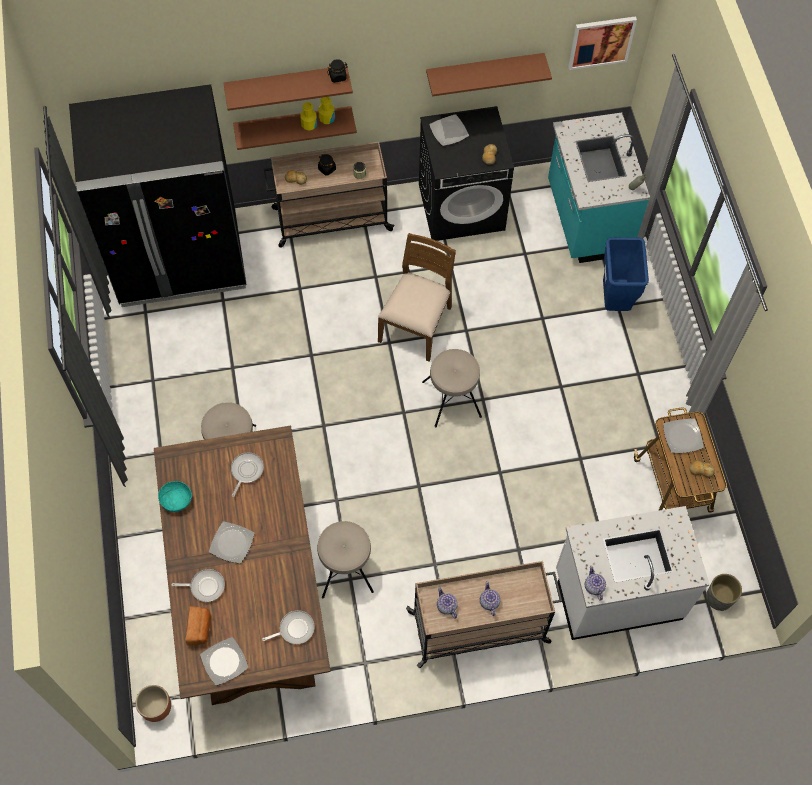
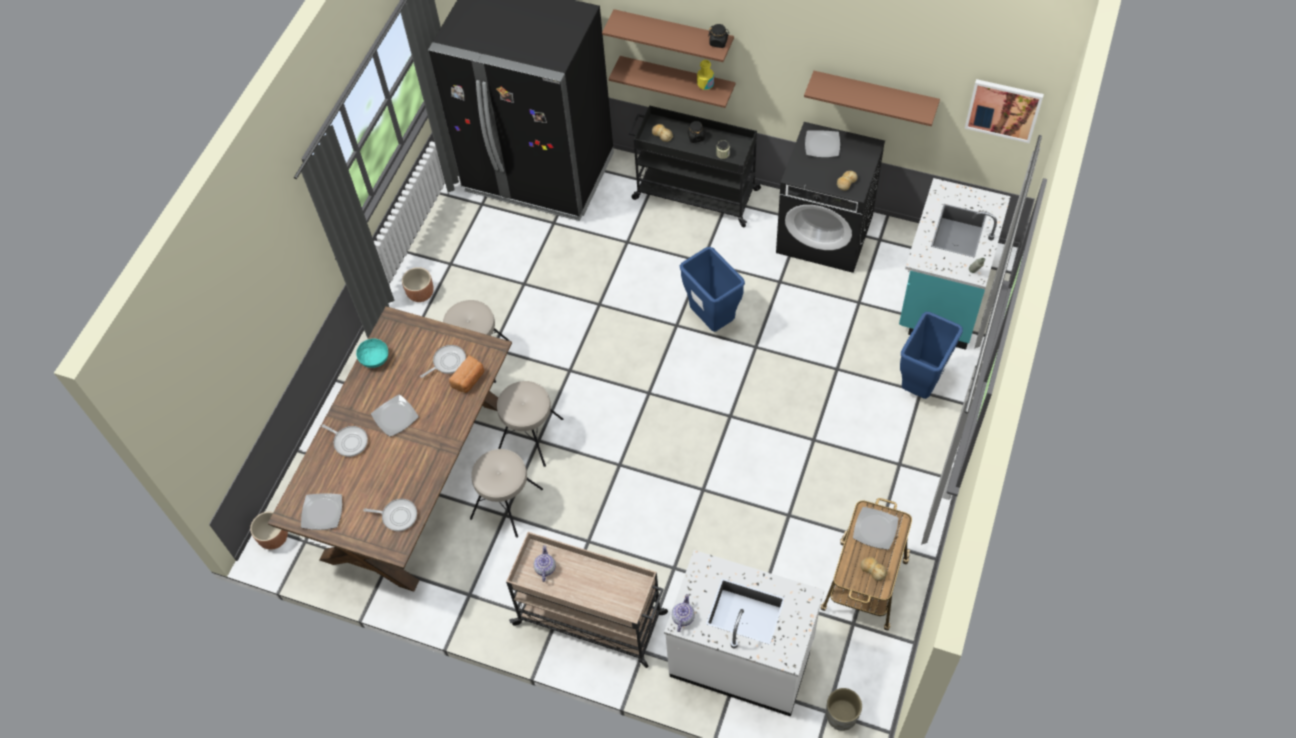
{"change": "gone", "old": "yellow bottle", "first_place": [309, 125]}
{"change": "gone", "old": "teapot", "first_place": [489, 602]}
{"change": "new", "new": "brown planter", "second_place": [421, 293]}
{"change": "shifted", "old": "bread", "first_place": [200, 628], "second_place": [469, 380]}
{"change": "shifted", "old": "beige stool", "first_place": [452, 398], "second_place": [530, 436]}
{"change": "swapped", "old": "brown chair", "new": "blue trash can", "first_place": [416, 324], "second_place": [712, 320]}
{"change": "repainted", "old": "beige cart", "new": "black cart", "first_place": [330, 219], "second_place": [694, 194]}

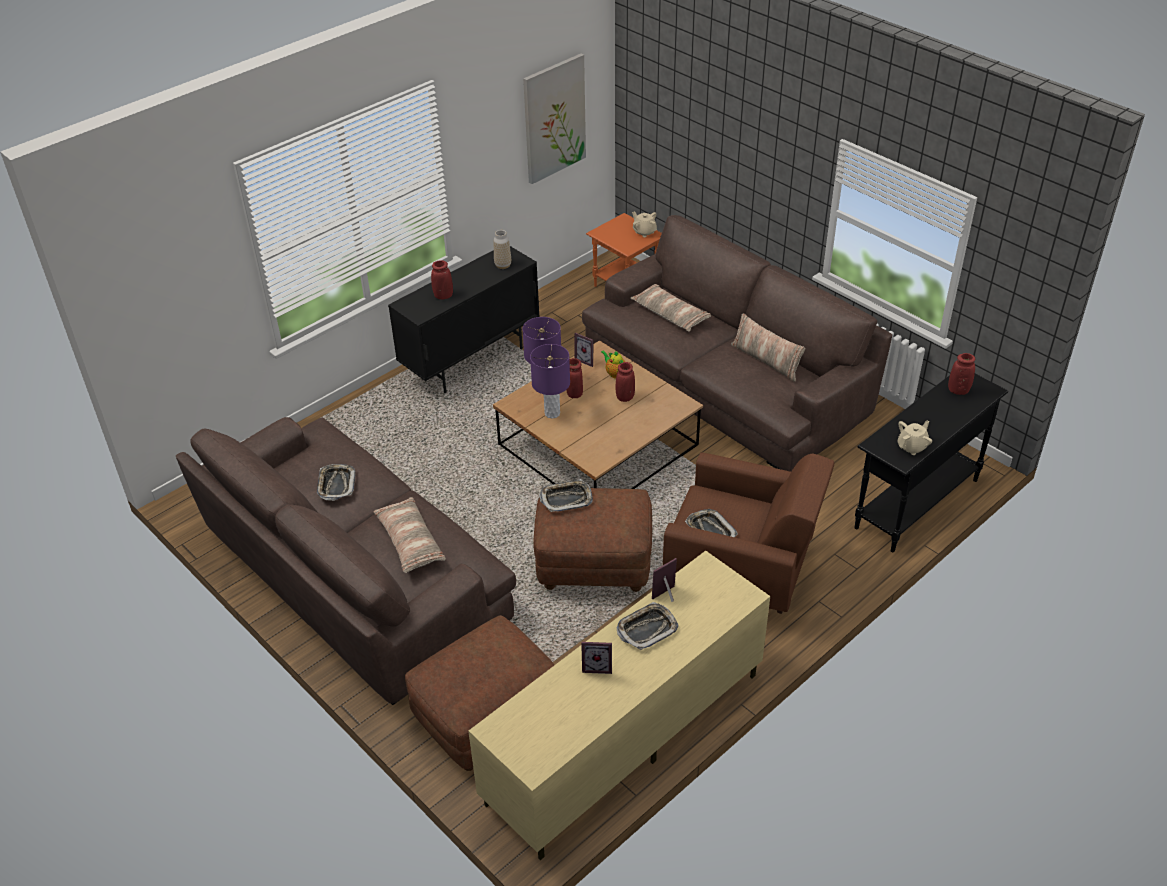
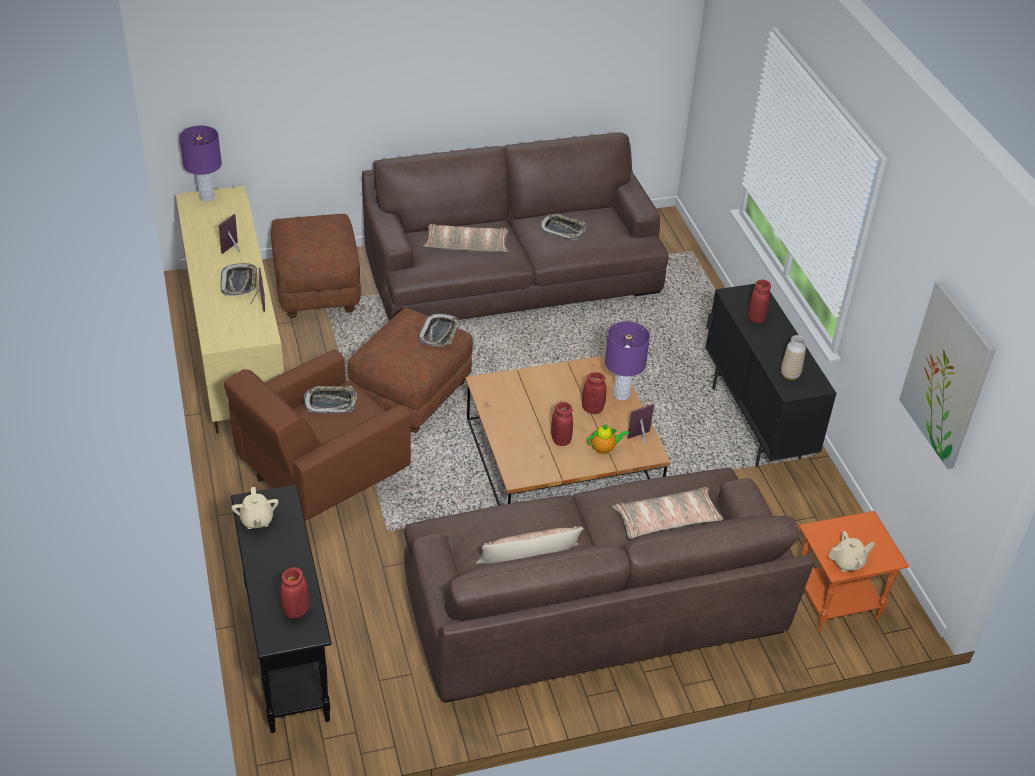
{"change": "shifted", "old": "purple table lamp", "first_place": [552, 413], "second_place": [207, 197]}

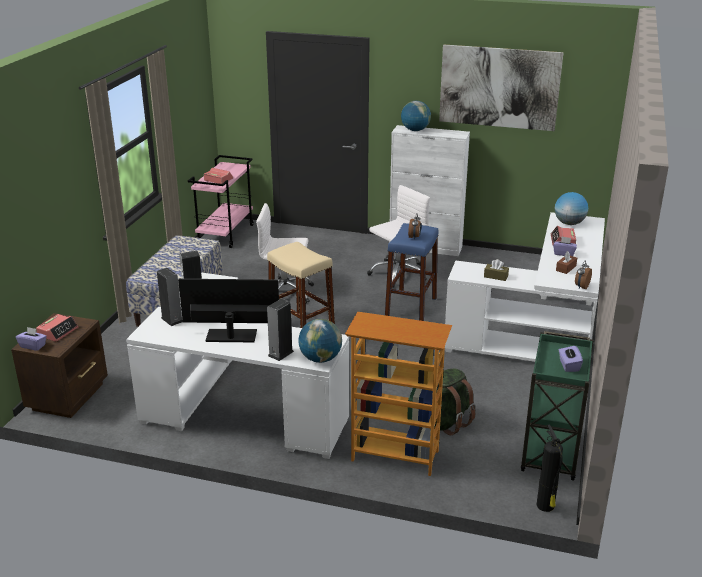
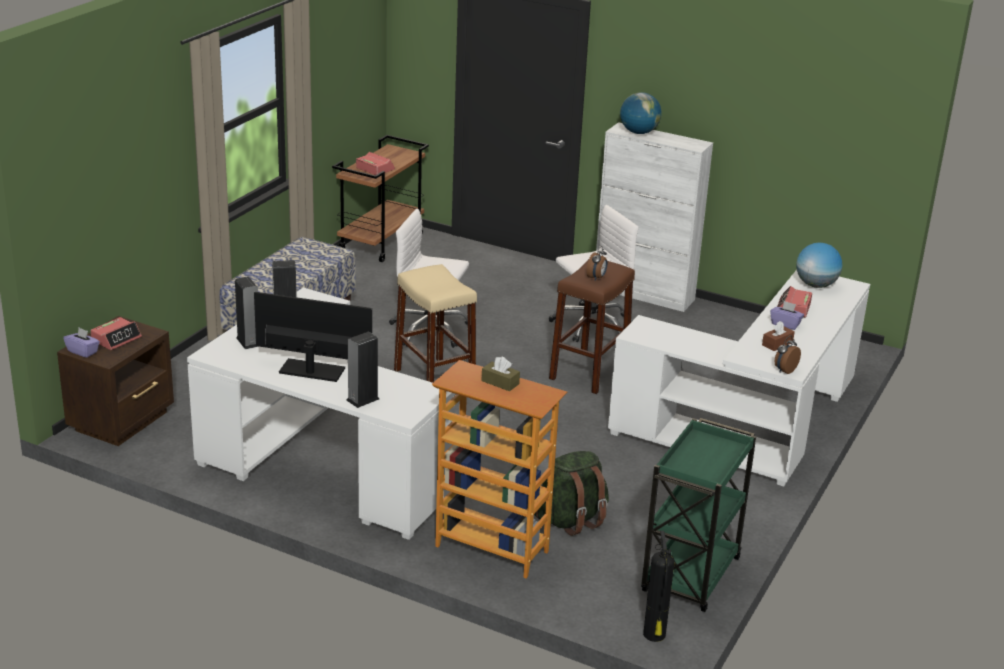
{"change": "gone", "old": "globe", "first_place": [320, 359]}
{"change": "gone", "old": "picture", "first_place": [499, 87]}
{"change": "gone", "old": "purple tissue box", "first_place": [568, 365]}
{"change": "shifted", "old": "brown tissue box", "first_place": [496, 276], "second_place": [500, 382]}
{"change": "repainted", "old": "pink cart", "new": "brown cart", "first_place": [225, 234], "second_place": [381, 242]}
{"change": "repainted", "old": "blue stool", "new": "brown stool", "first_place": [411, 307], "second_place": [589, 371]}

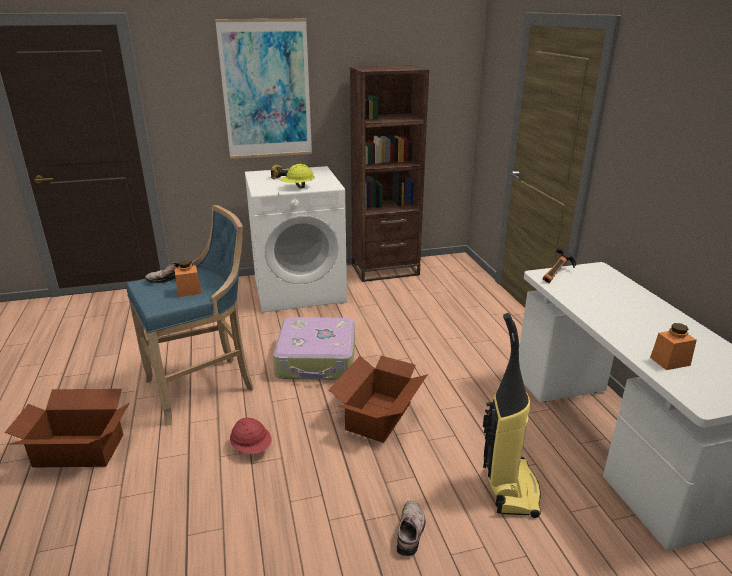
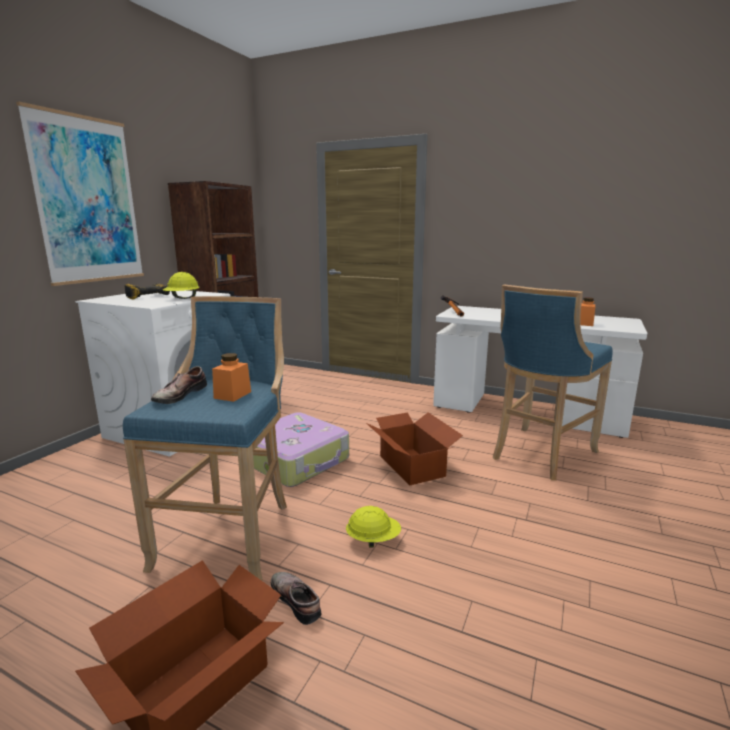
{"change": "shifted", "old": "shoe", "first_place": [411, 532], "second_place": [298, 600]}
{"change": "swapped", "old": "vacuum cleaner", "new": "blue stool", "first_place": [509, 487], "second_place": [539, 455]}
{"change": "repainted", "old": "red hard hat", "new": "yellow hard hat", "first_place": [252, 447], "second_place": [373, 540]}

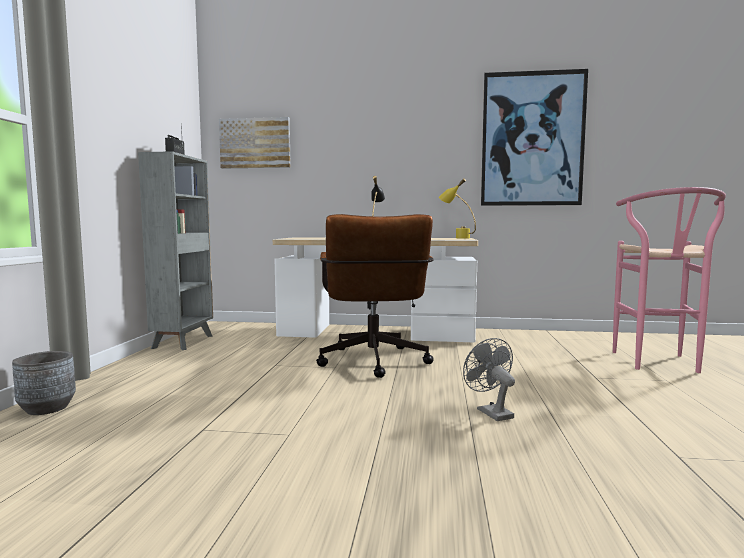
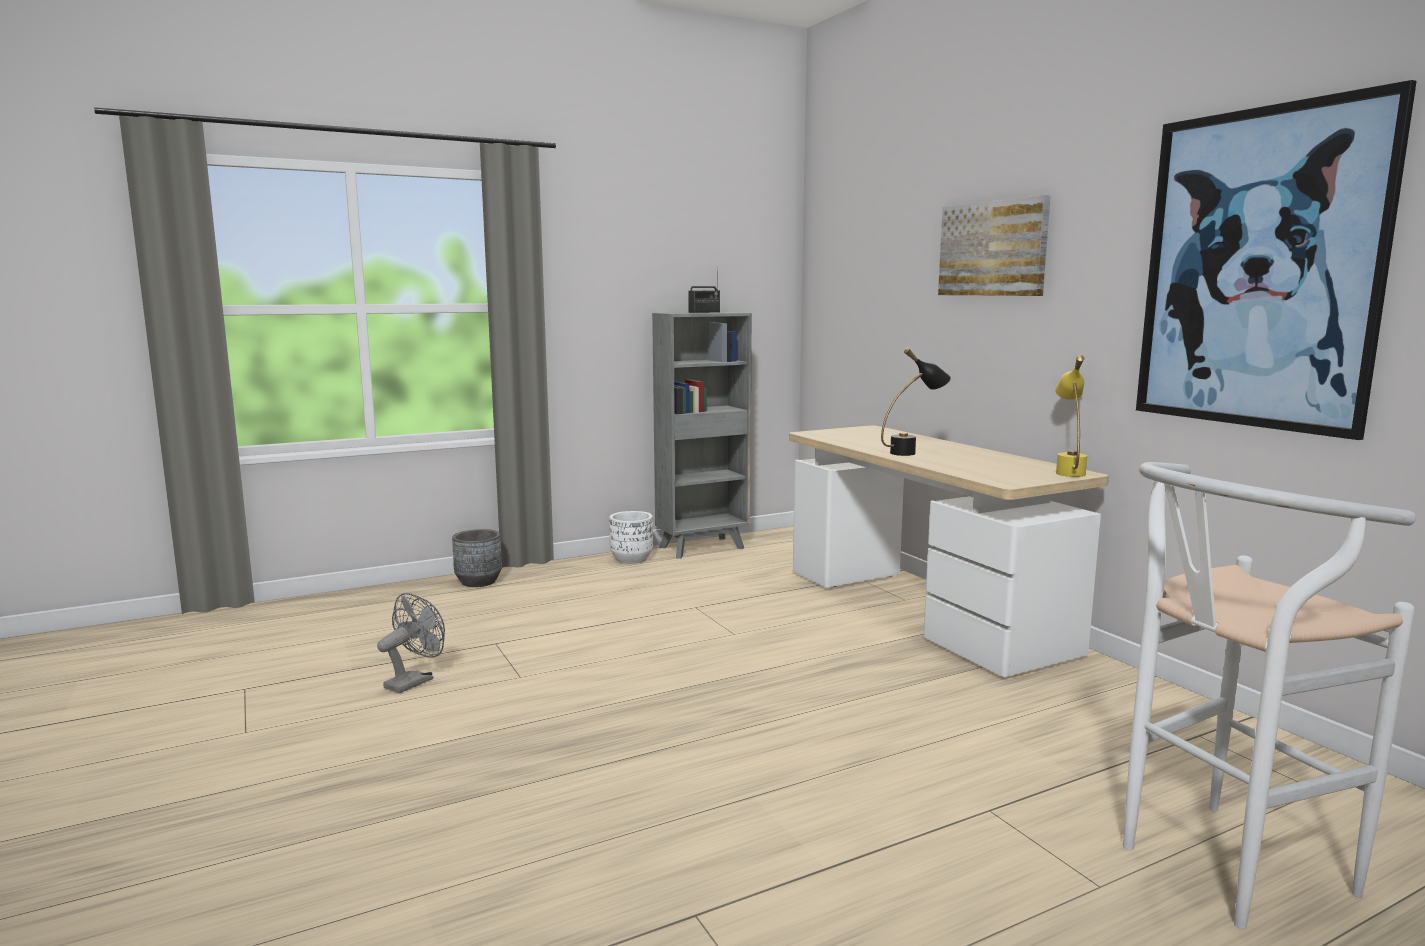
{"change": "gone", "old": "brown office chair", "first_place": [374, 364]}
{"change": "new", "new": "white planter", "second_place": [632, 559]}
{"change": "shifted", "old": "picture", "first_place": [255, 143], "second_place": [993, 249]}
{"change": "shifted", "old": "grey fan", "first_place": [490, 412], "second_place": [414, 681]}
{"change": "repainted", "old": "pink stool", "new": "white stool", "first_place": [659, 364], "second_place": [1217, 870]}

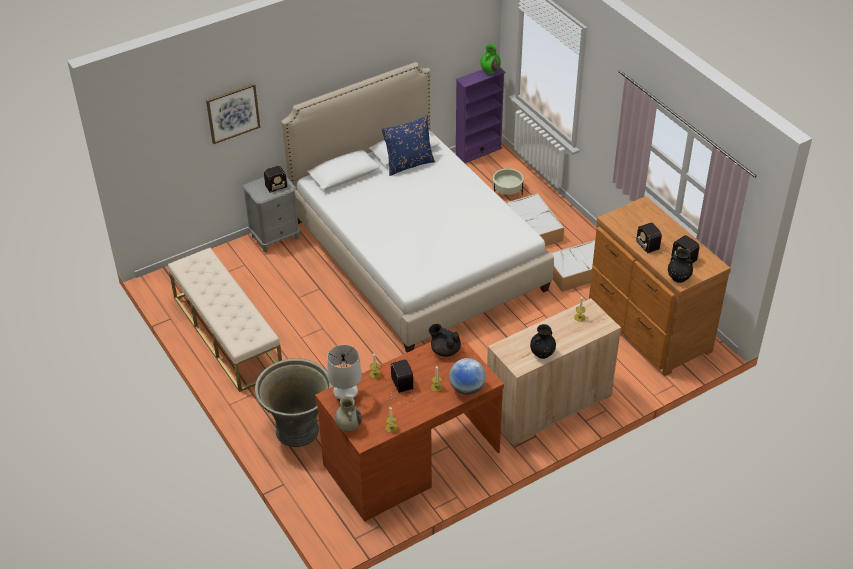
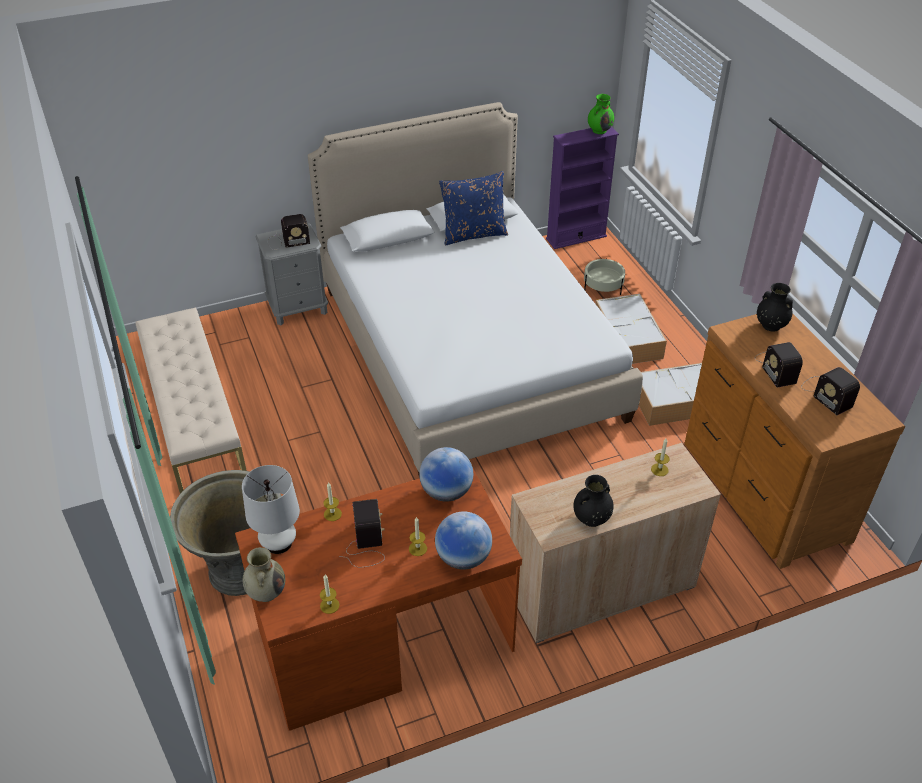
{"change": "gone", "old": "picture", "first_place": [233, 113]}
{"change": "shifted", "old": "black vase", "first_place": [678, 278], "second_place": [770, 325]}
{"change": "swapped", "old": "black teapot", "new": "globe", "first_place": [445, 350], "second_place": [446, 491]}

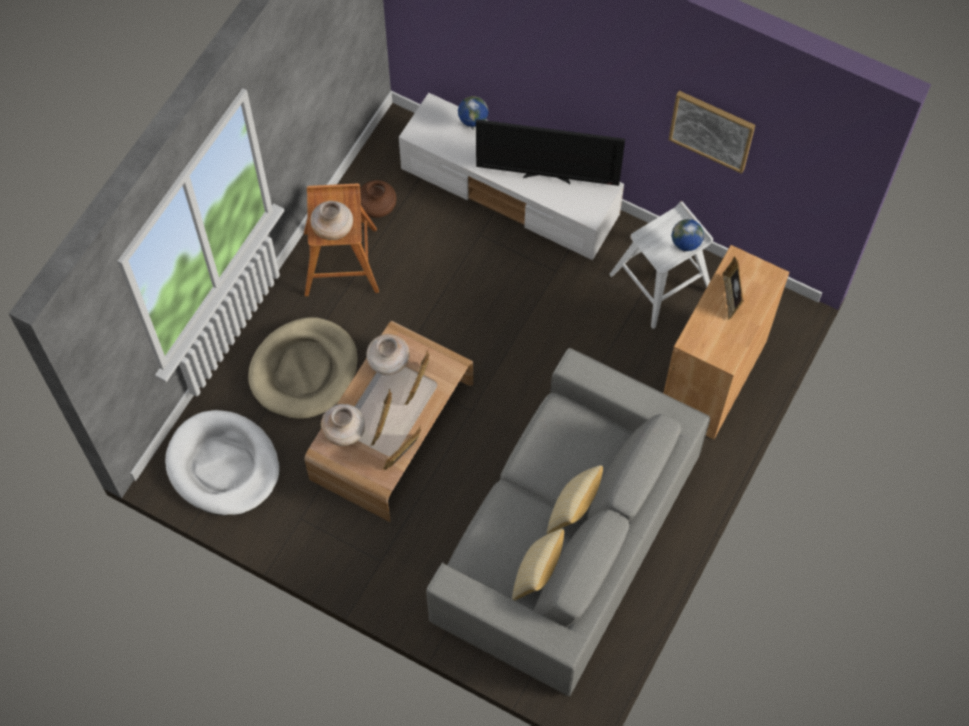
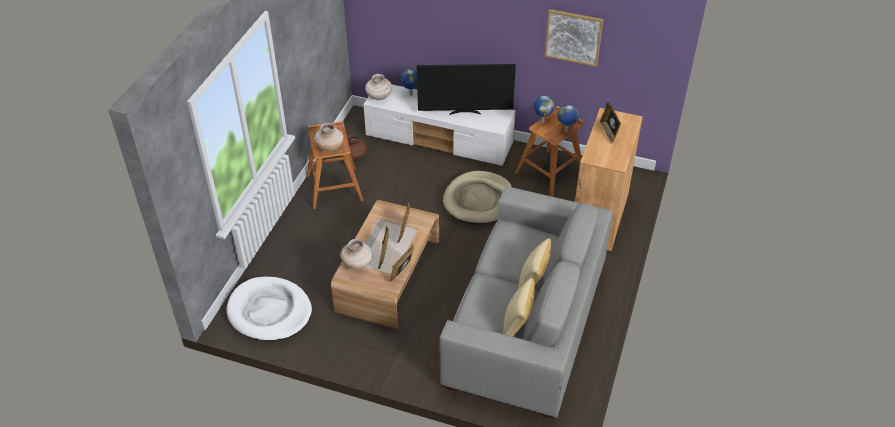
{"change": "new", "new": "globe", "second_place": [542, 121]}
{"change": "shifted", "old": "beige dog bed", "first_place": [304, 371], "second_place": [478, 200]}
{"change": "shifted", "old": "beige vase", "first_place": [388, 362], "second_place": [379, 97]}
{"change": "repainted", "old": "white stool", "new": "brown stool", "first_place": [661, 282], "second_place": [550, 172]}

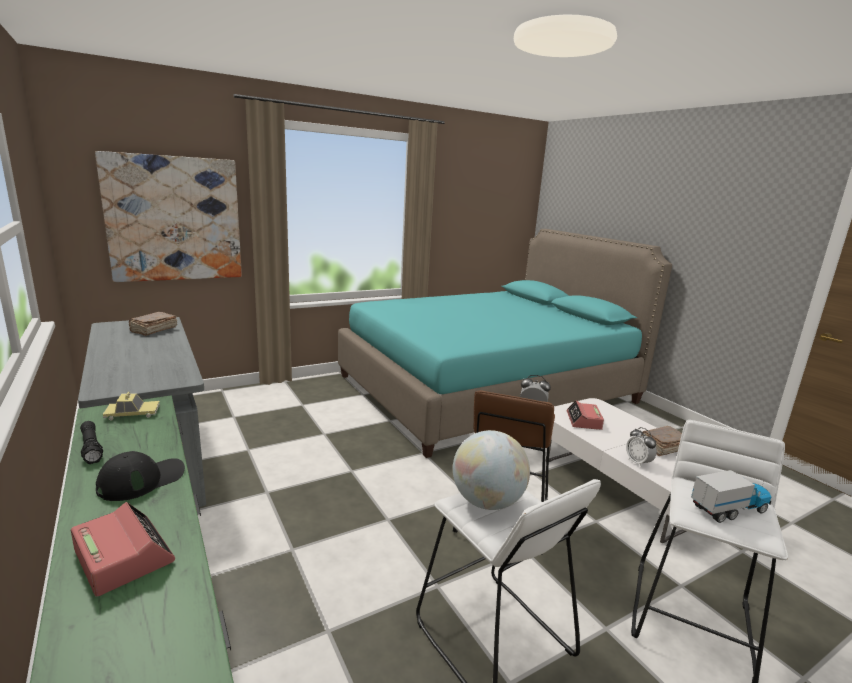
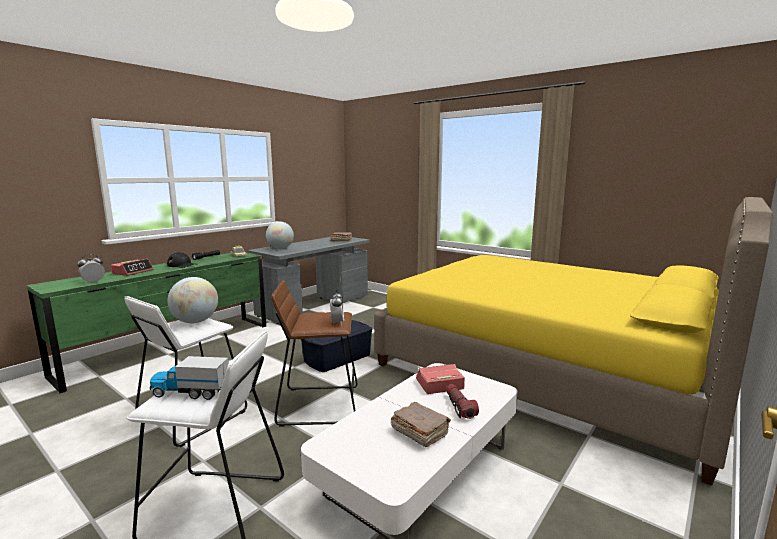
{"change": "gone", "old": "picture", "first_place": [174, 219]}
{"change": "new", "new": "globe", "second_place": [280, 248]}
{"change": "new", "new": "blue storage box", "second_place": [337, 358]}
{"change": "new", "new": "flashlight", "second_place": [460, 407]}
{"change": "shifted", "old": "alarm clock", "first_place": [638, 462], "second_place": [93, 282]}
{"change": "repainted", "old": "turquoise bed", "new": "yellow bed", "first_place": [487, 389], "second_place": [547, 369]}
{"change": "rotated", "old": "toy truck", "first_place": [729, 509], "second_place": [190, 392], "degrees": 135}

